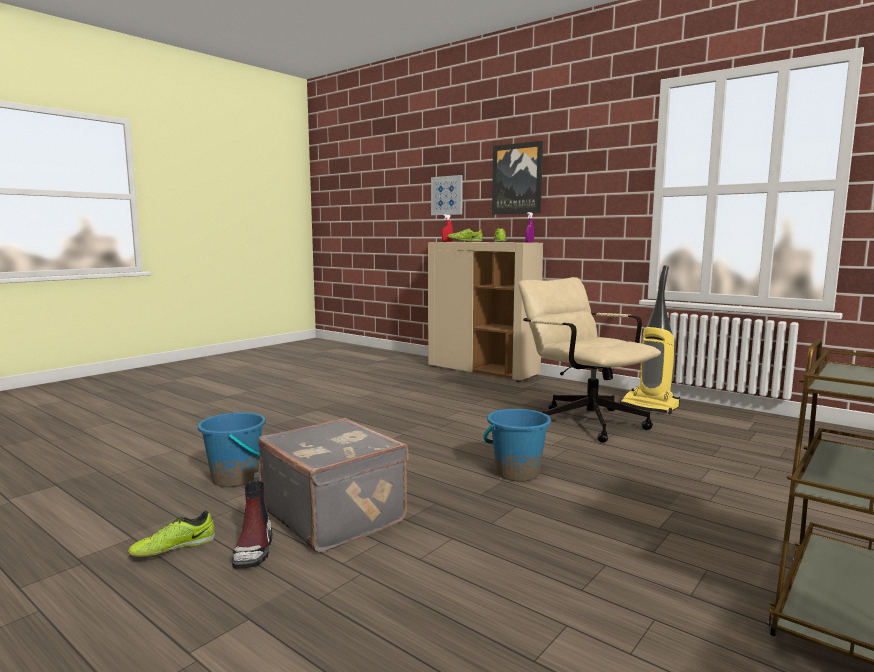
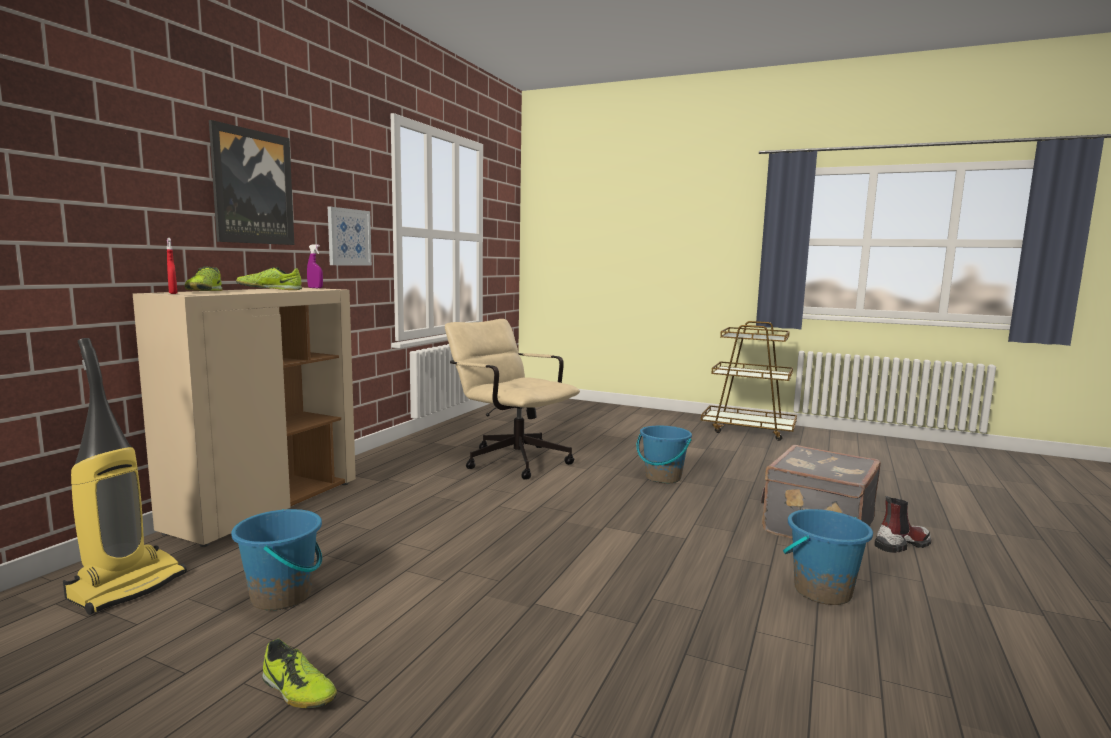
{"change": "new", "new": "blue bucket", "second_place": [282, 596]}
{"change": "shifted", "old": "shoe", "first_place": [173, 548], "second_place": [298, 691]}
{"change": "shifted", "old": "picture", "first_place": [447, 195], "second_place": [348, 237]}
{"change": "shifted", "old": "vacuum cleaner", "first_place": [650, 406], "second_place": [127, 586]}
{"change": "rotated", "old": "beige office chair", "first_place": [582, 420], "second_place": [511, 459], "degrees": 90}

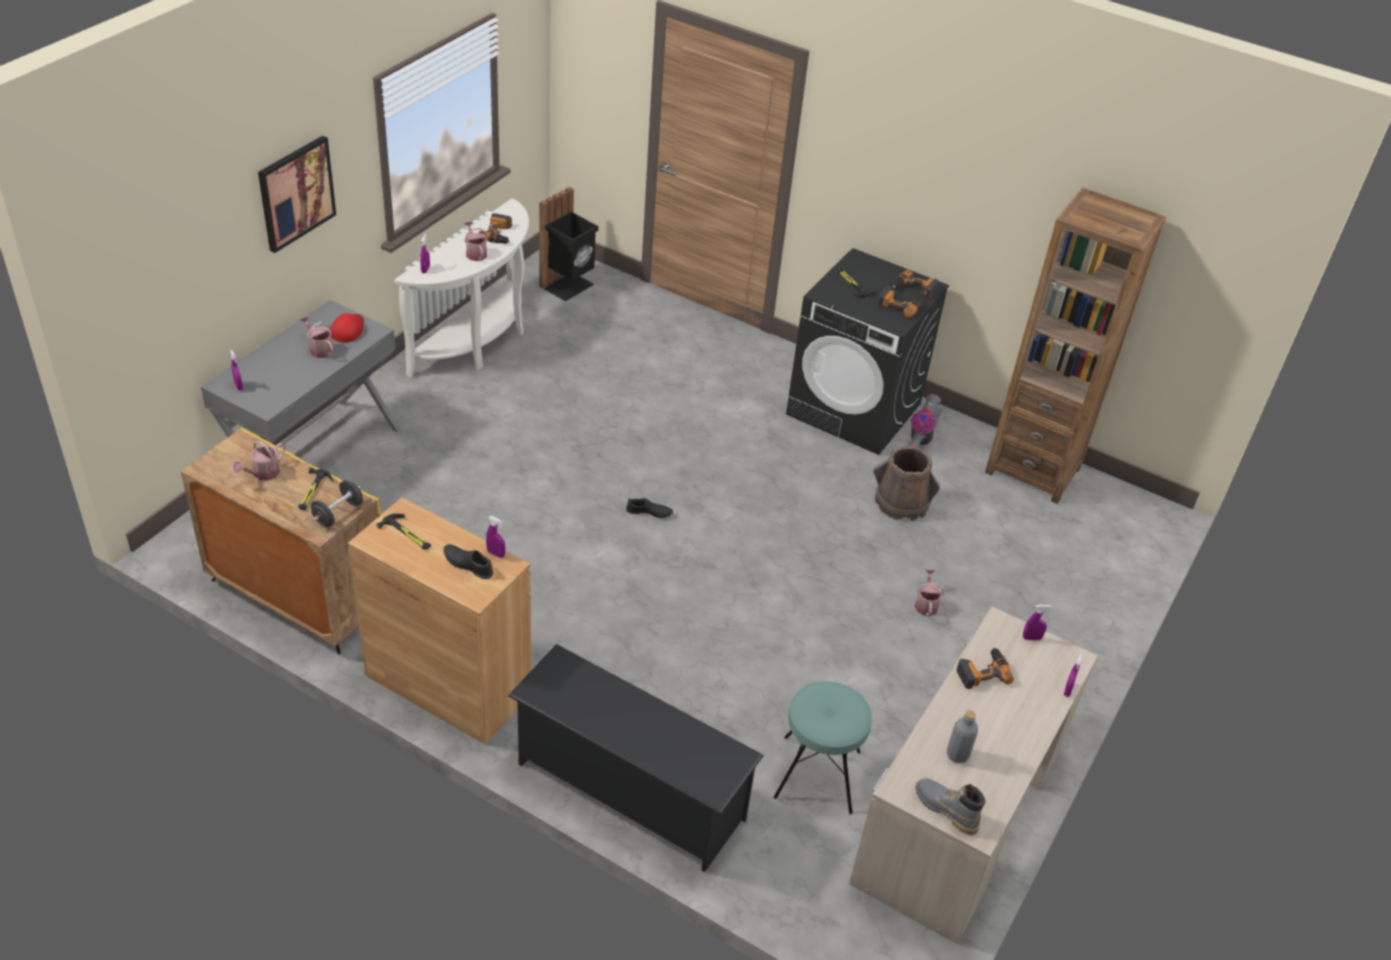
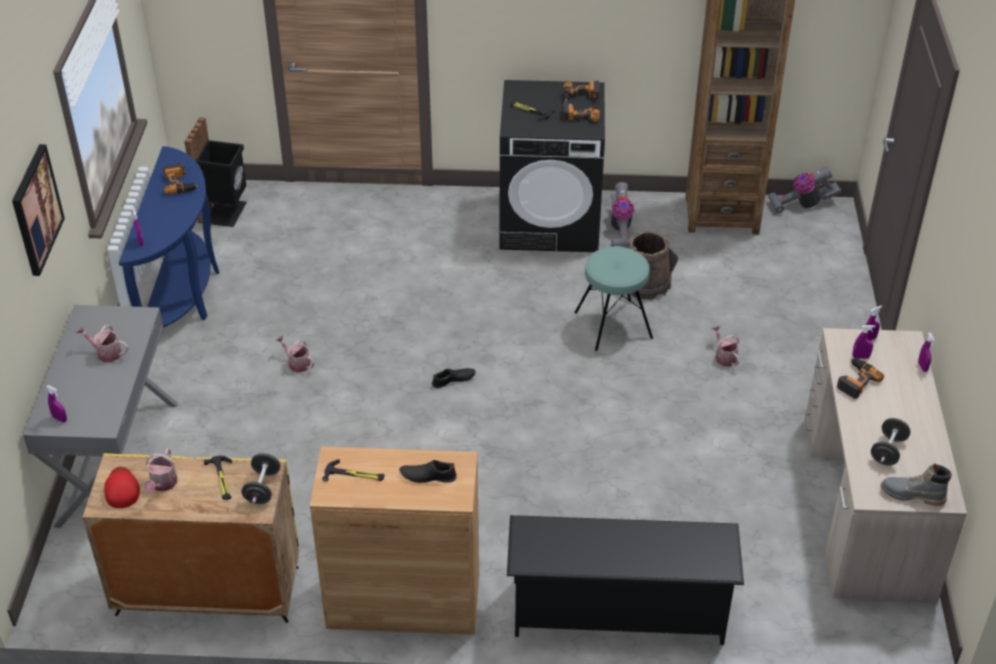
{"change": "new", "new": "vacuum cleaner", "second_place": [802, 205]}
{"change": "shifted", "old": "red cap", "first_place": [348, 329], "second_place": [121, 489]}
{"change": "shifted", "old": "watering can", "first_place": [475, 253], "second_place": [297, 363]}
{"change": "shifted", "old": "purple spray bottle", "first_place": [496, 554], "second_place": [860, 357]}
{"change": "shifted", "old": "turquoise stool", "first_place": [817, 774], "second_place": [613, 325]}
{"change": "swapped", "old": "grey bottle", "new": "black dumbbell", "first_place": [957, 755], "second_place": [888, 451]}
{"change": "repainted", "old": "white console table", "new": "blue console table", "first_place": [479, 342], "second_place": [185, 294]}

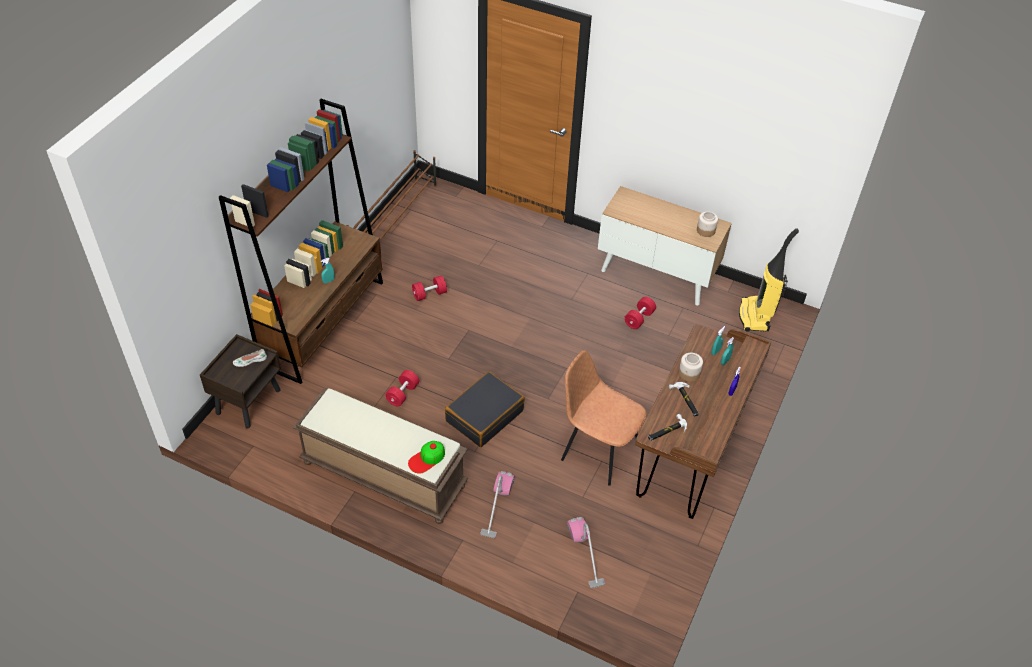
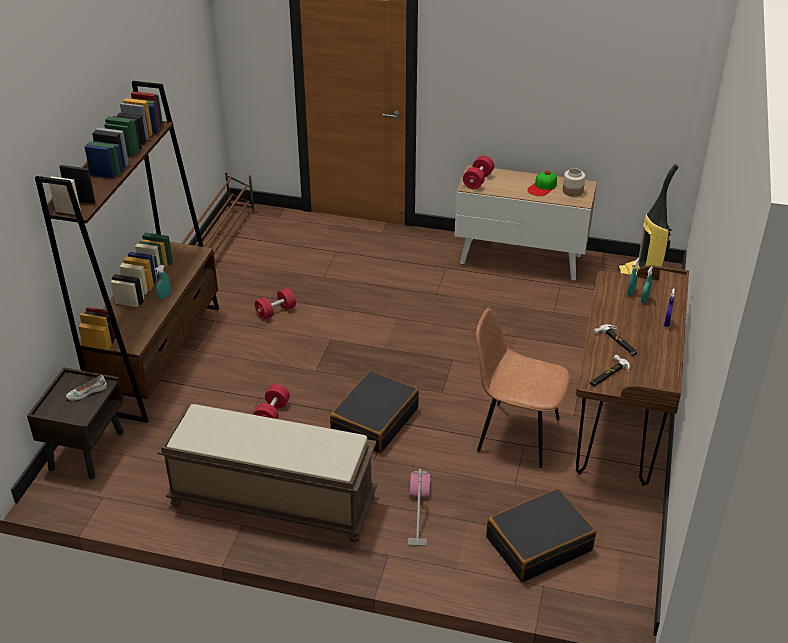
{"change": "gone", "old": "jar", "first_place": [689, 373]}
{"change": "shifted", "old": "cap", "first_place": [427, 459], "second_place": [542, 187]}
{"change": "shifted", "old": "red dumbbell", "first_place": [639, 318], "second_place": [478, 181]}
{"change": "swapped", "old": "vacuum cleaner", "new": "black suitcase", "first_place": [585, 554], "second_place": [538, 544]}

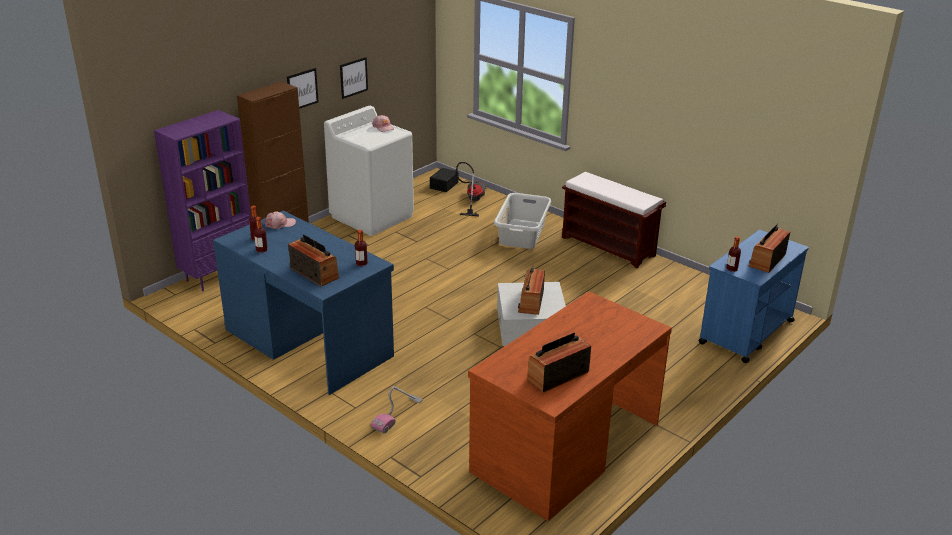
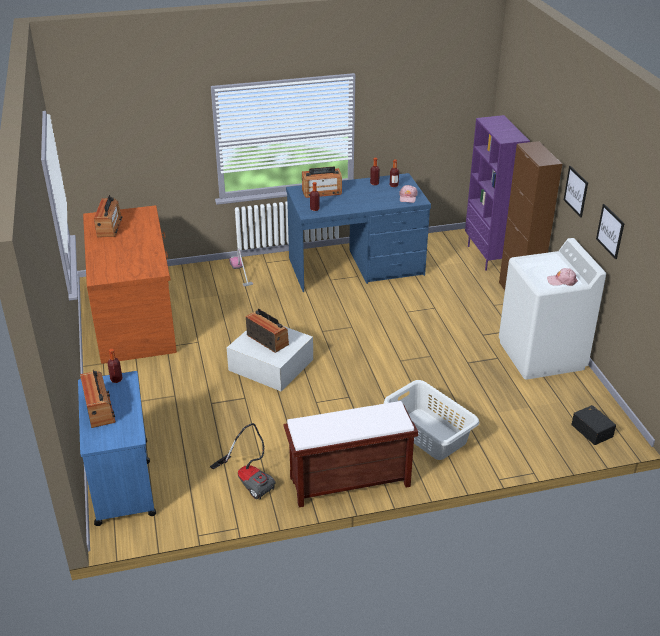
{"change": "shifted", "old": "vacuum cleaner", "first_place": [472, 201], "second_place": [249, 480]}

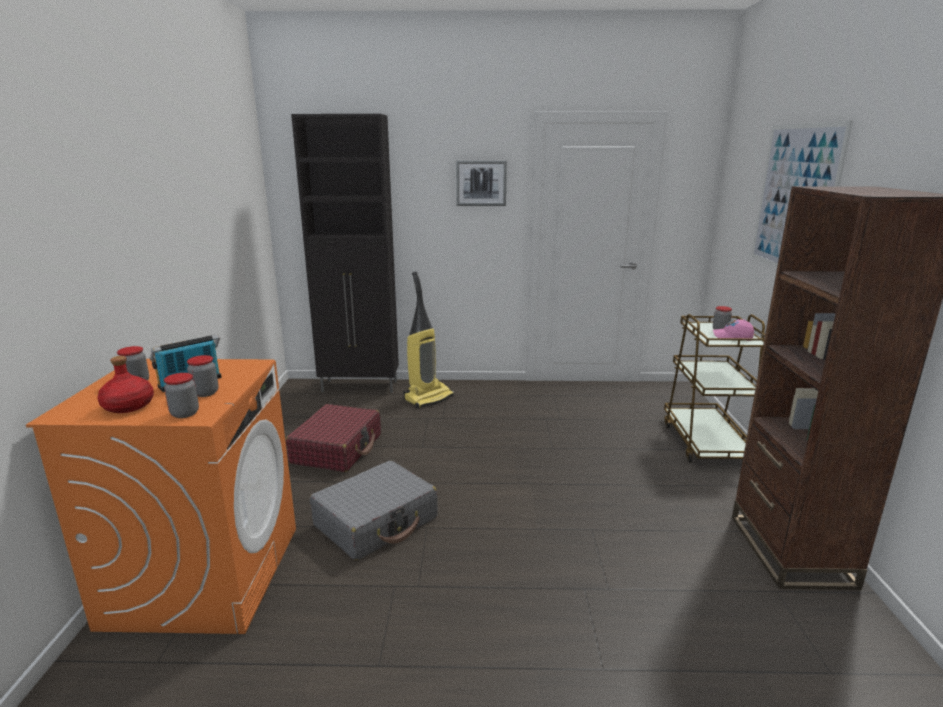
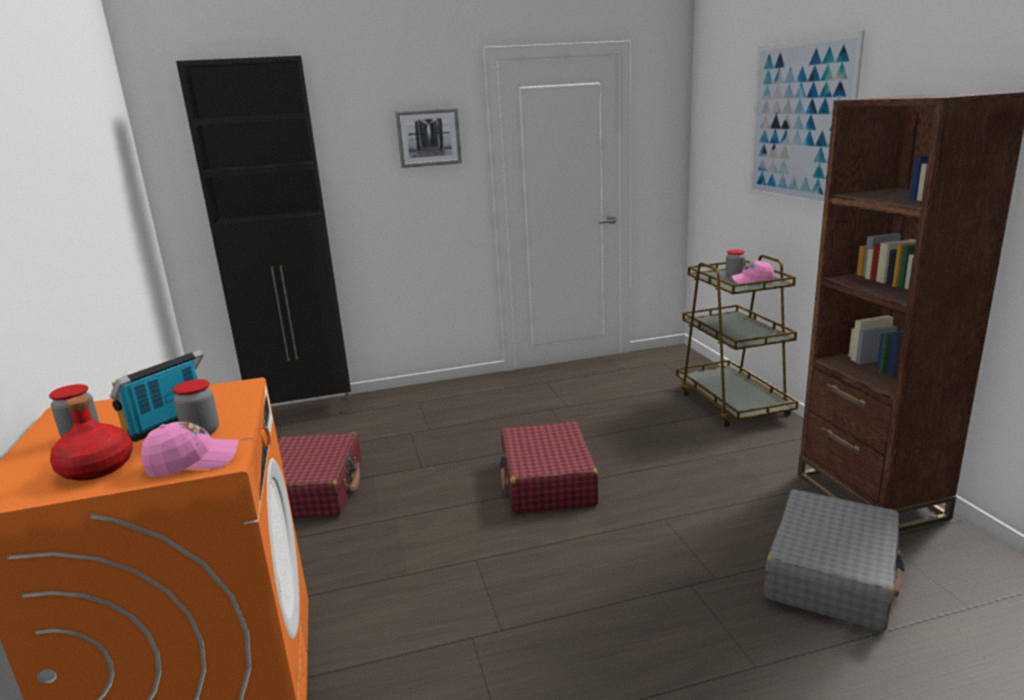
{"change": "gone", "old": "vacuum cleaner", "first_place": [428, 398]}
{"change": "new", "new": "red suitcase", "second_place": [547, 482]}
{"change": "shifted", "old": "grey suitcase", "first_place": [376, 522], "second_place": [832, 574]}
{"change": "swapped", "old": "jar", "new": "pink cap", "first_place": [185, 413], "second_place": [193, 462]}

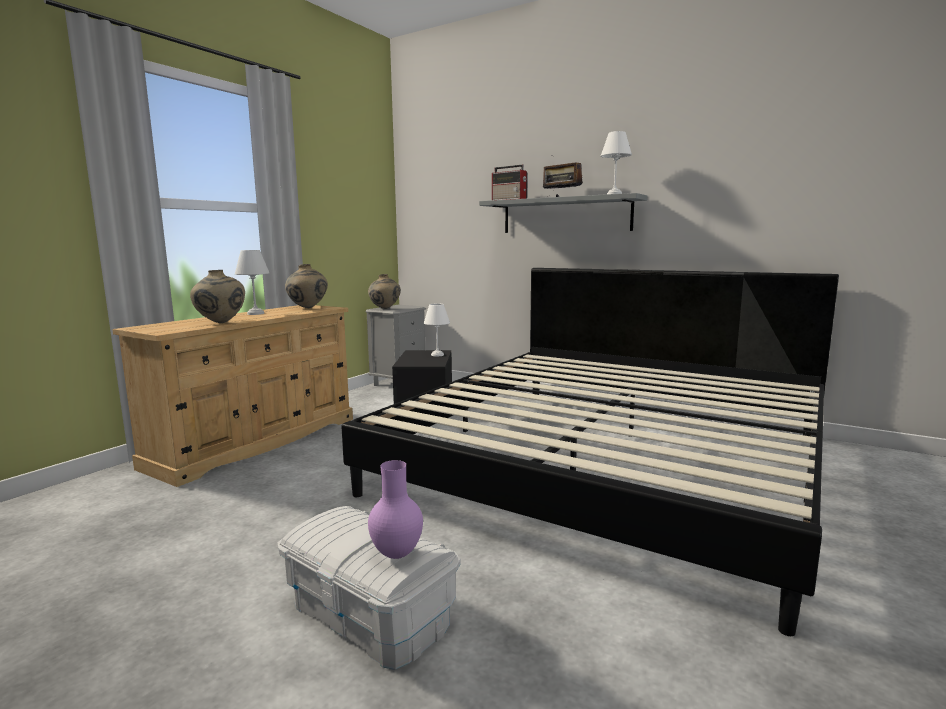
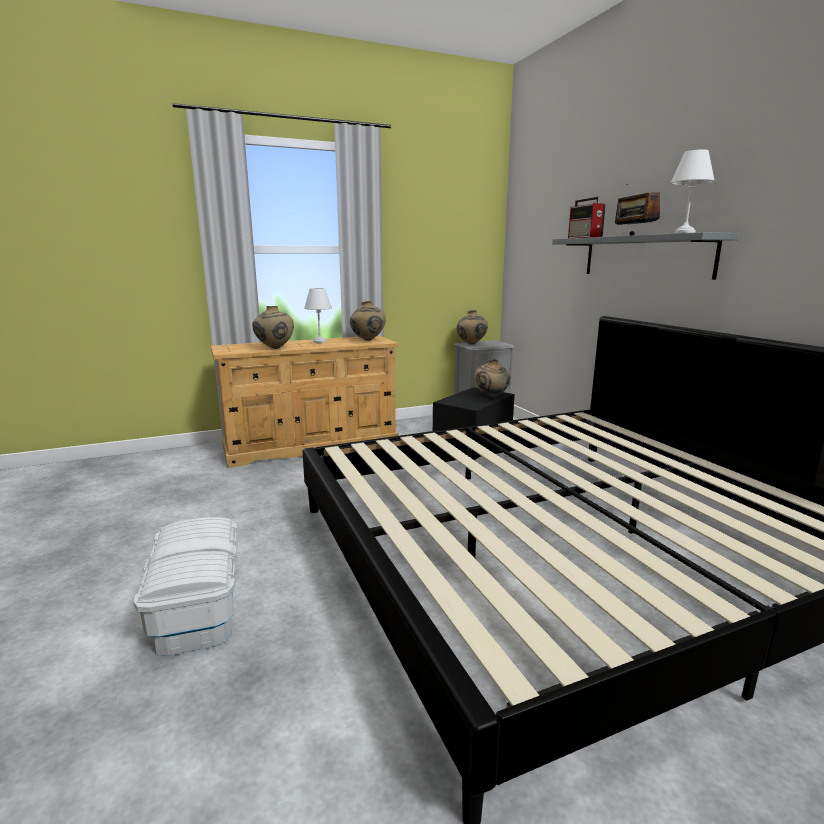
{"change": "gone", "old": "purple vase", "first_place": [395, 554]}
{"change": "swapped", "old": "white table lamp", "new": "beige vase", "first_place": [437, 355], "second_place": [491, 397]}

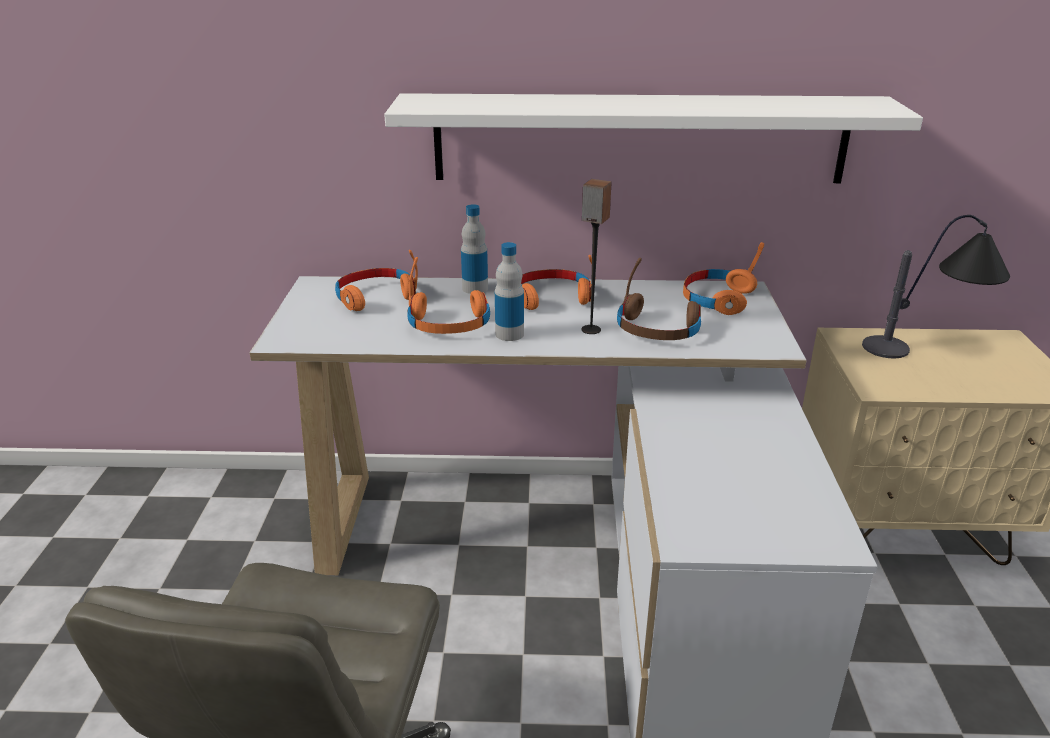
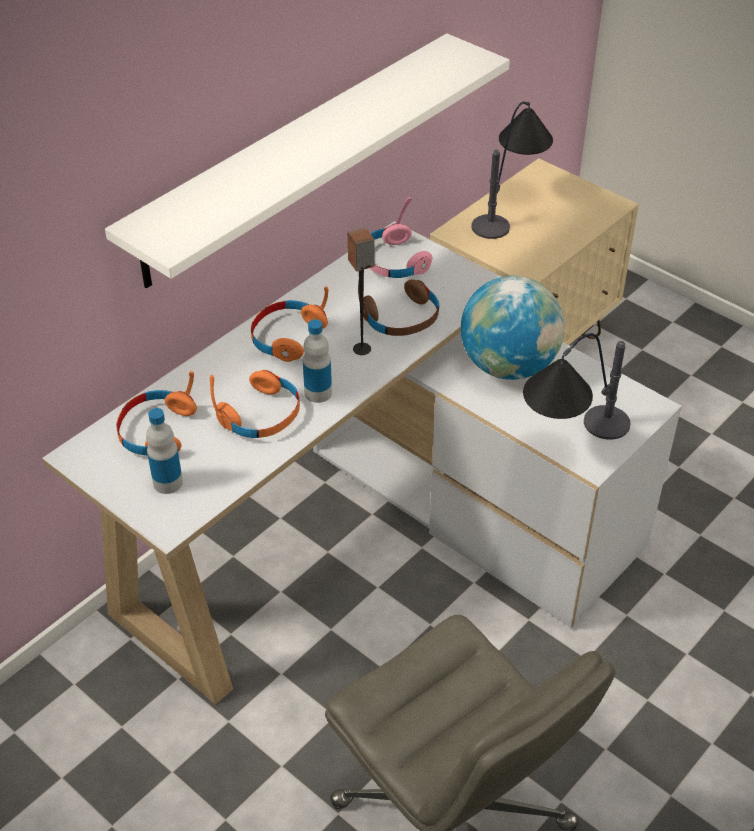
{"change": "new", "new": "globe", "second_place": [508, 366]}
{"change": "new", "new": "table lamp", "second_place": [571, 443]}
{"change": "shifted", "old": "bottle", "first_place": [475, 288], "second_place": [168, 482]}
{"change": "repainted", "old": "orange headphones", "new": "pink headphones", "first_place": [717, 300], "second_place": [394, 261]}

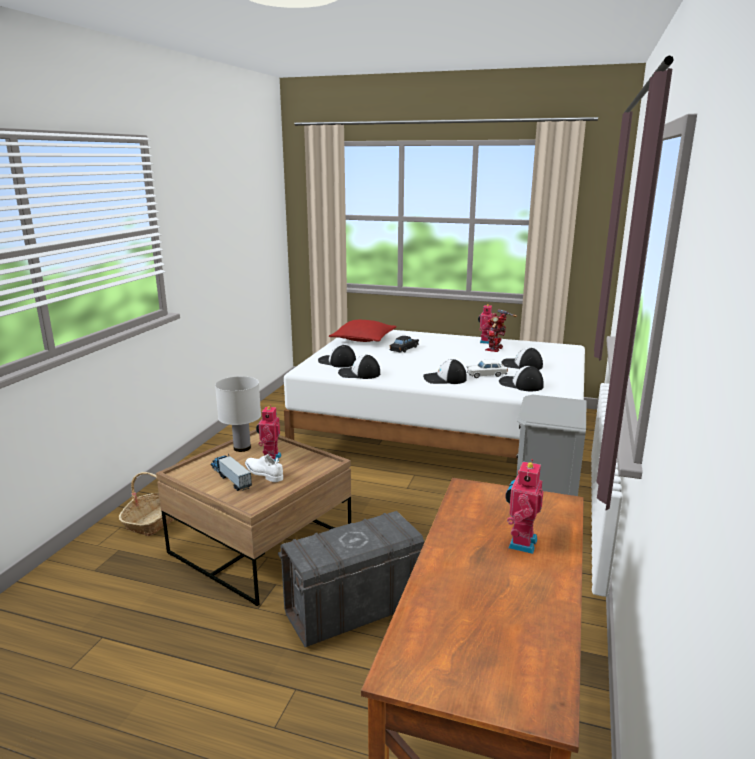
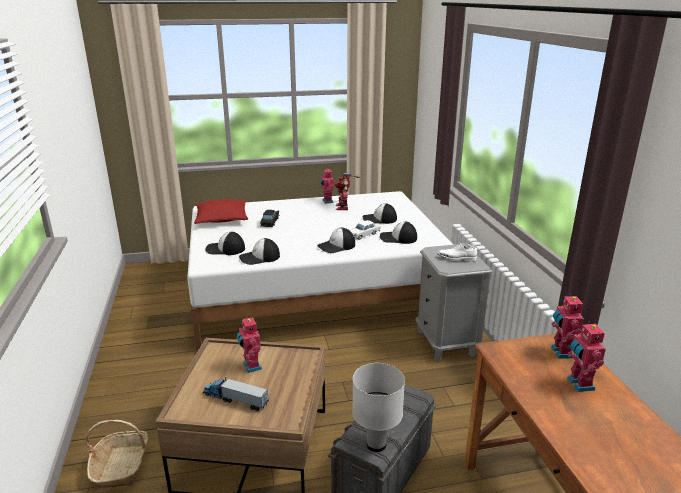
{"change": "new", "new": "toy robot", "second_place": [561, 352]}
{"change": "shifted", "old": "white table lamp", "first_place": [242, 448], "second_place": [377, 444]}
{"change": "shifted", "old": "white shoe", "first_place": [263, 474], "second_place": [456, 259]}

